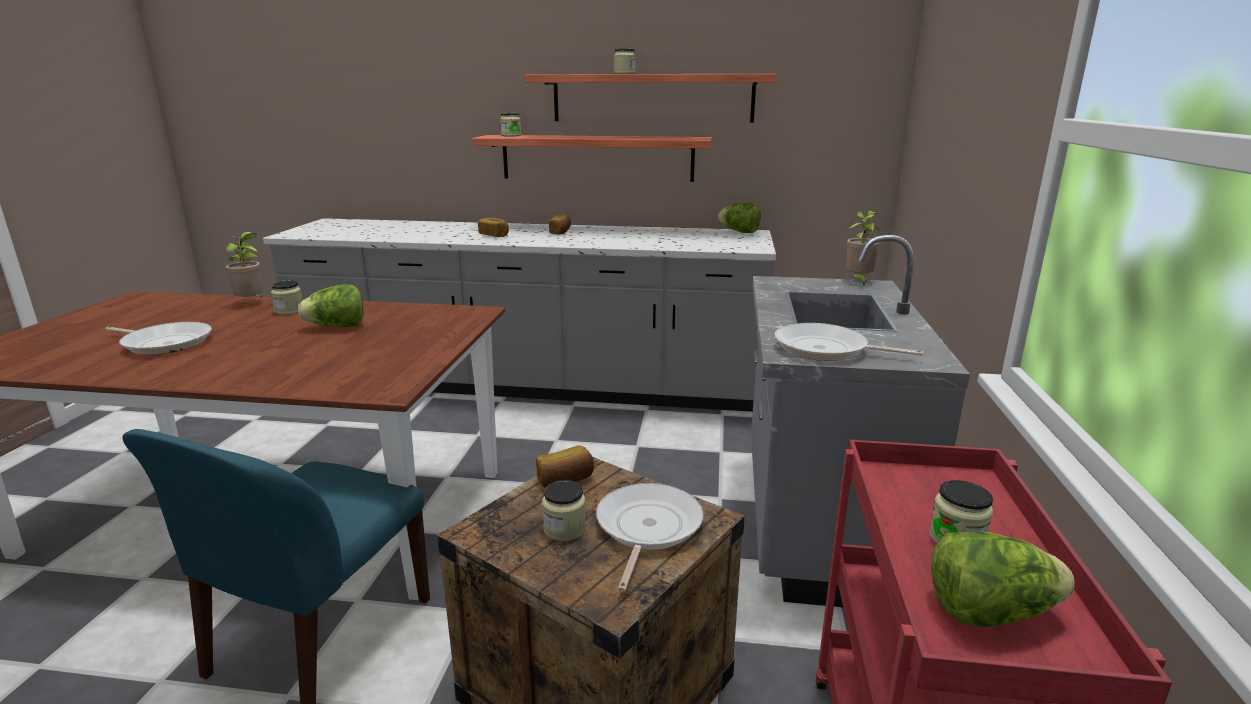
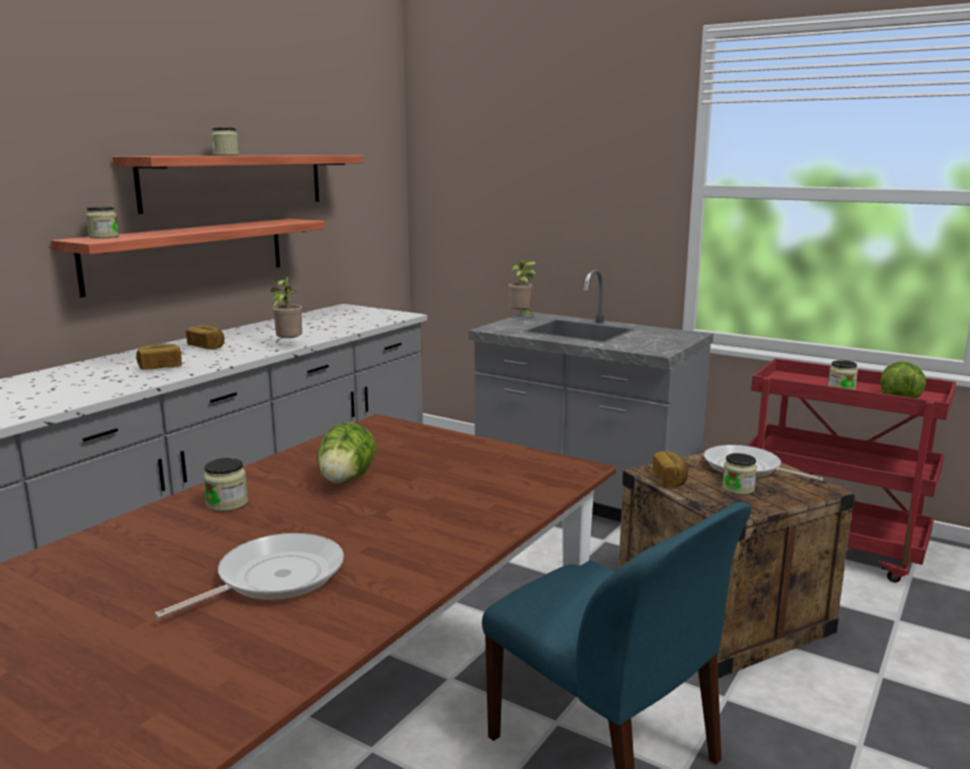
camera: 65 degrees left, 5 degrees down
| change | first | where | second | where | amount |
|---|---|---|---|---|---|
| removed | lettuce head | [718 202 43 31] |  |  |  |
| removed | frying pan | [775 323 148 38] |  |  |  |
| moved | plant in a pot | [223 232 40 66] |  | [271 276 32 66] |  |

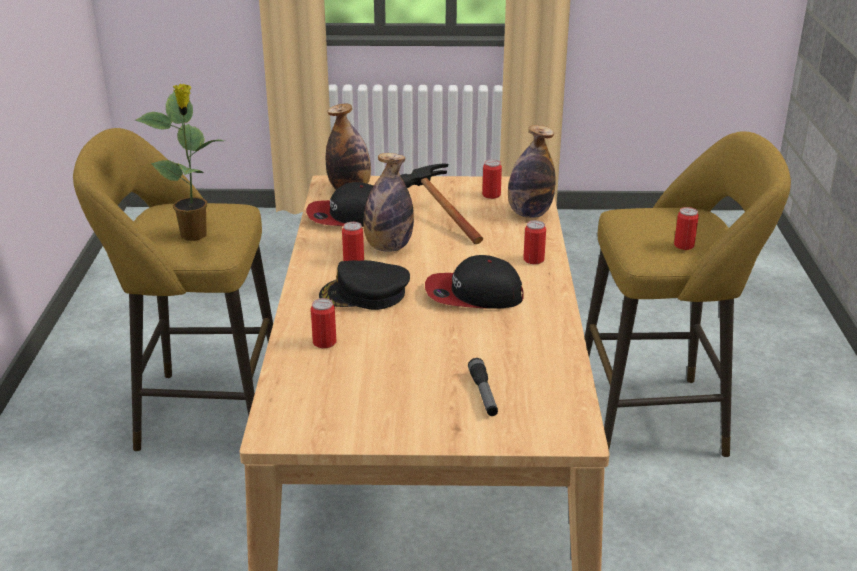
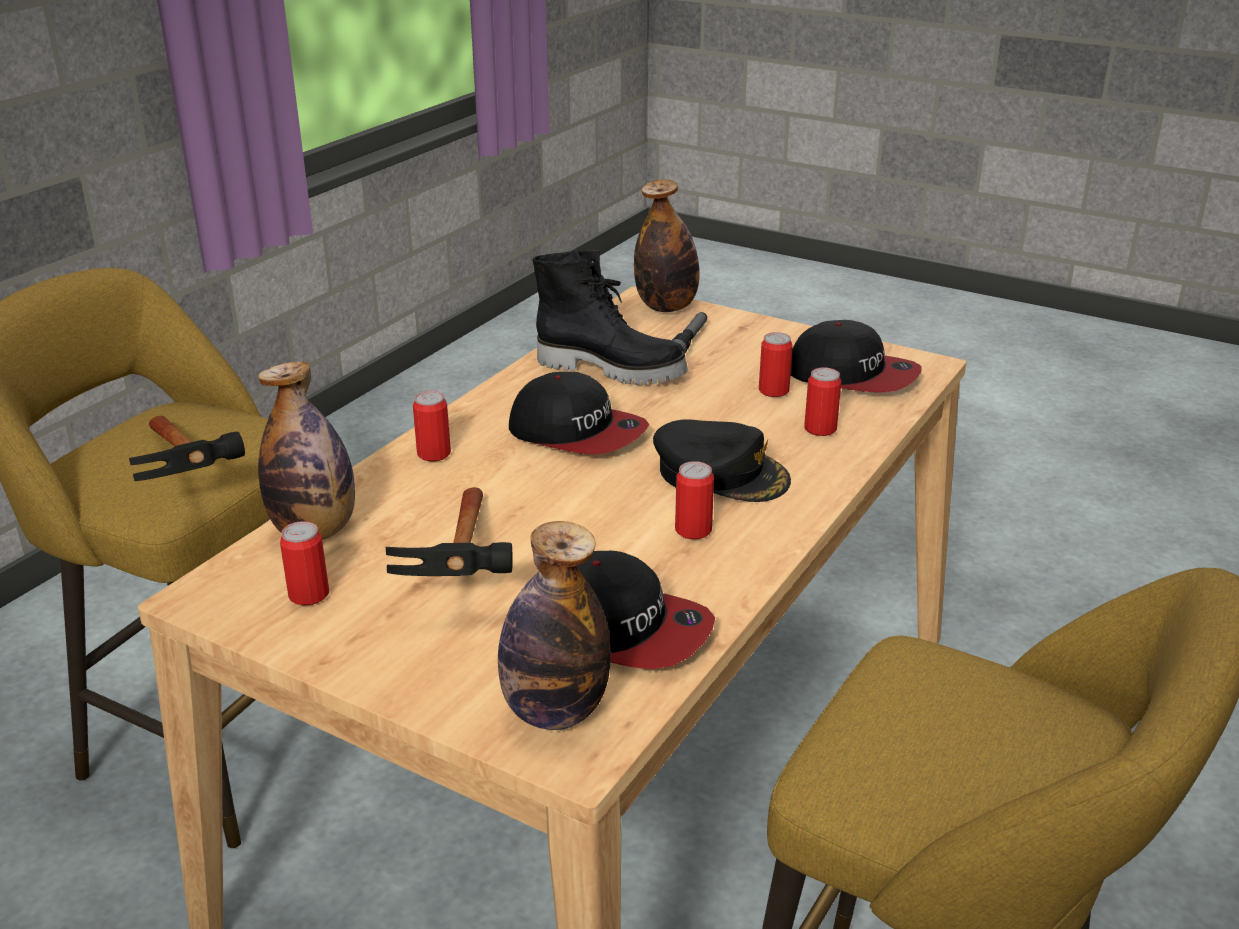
camera: 150 degrees left, 0 degrees up
| change | first | where | second | where | amount |
|---|---|---|---|---|---|
| removed | plant in a pot | [135 83 88 158] |  |  |  |
| added |  |  | hammer | [129 416 116 65] |  |
| added |  |  | black boot | [532 250 156 135] |  |
| added |  |  | cap | [791 320 131 72] |  |
| moved | bottle | [363 153 51 99] |  | [634 179 66 133] |  |
| moved | can | [674 207 25 43] |  | [759 332 34 65] |  |

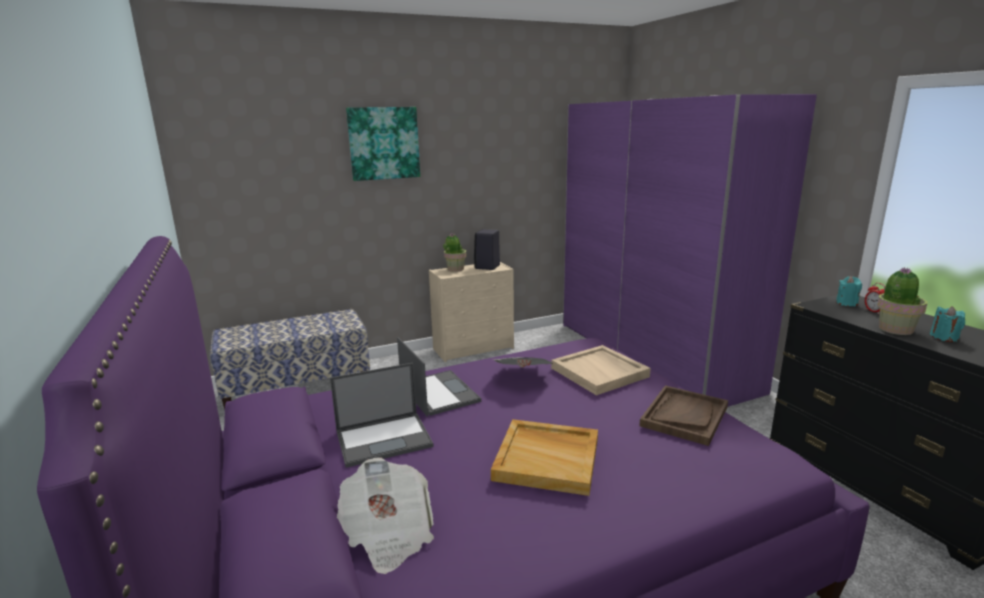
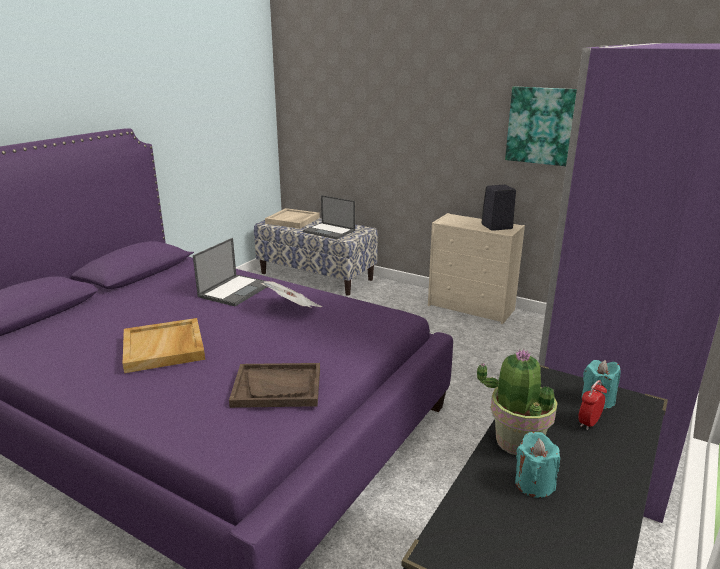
camera: 55 degrees right, 5 degrees up
| change | first | where | second | where | amount |
|---|---|---|---|---|---|
| removed | printed paper | [337 457 97 117] |  |  |  |
| removed | plant in a pot | [443 234 23 38] |  |  |  |
| moved | laptop | [330 363 104 105] |  | [303 195 52 44] |  |
| moved | wall art | [346 107 74 74] |  | [505 87 72 79] |  |
| moved | beige tray | [551 345 100 51] |  | [265 208 55 21] |  |

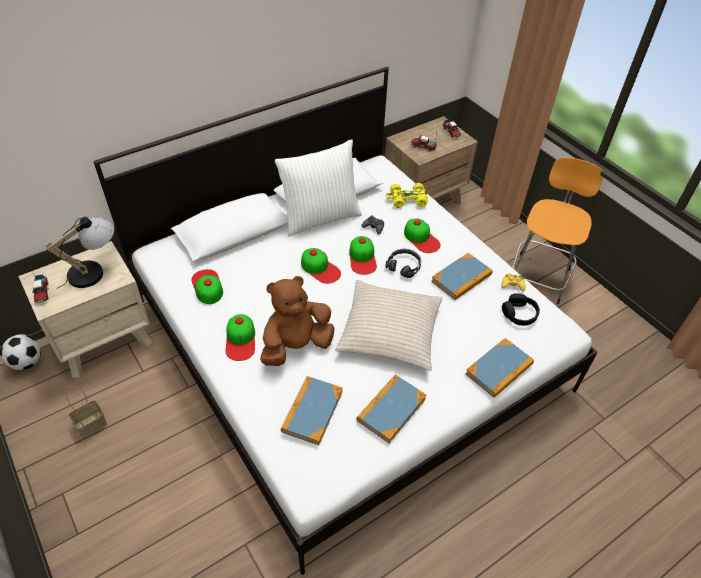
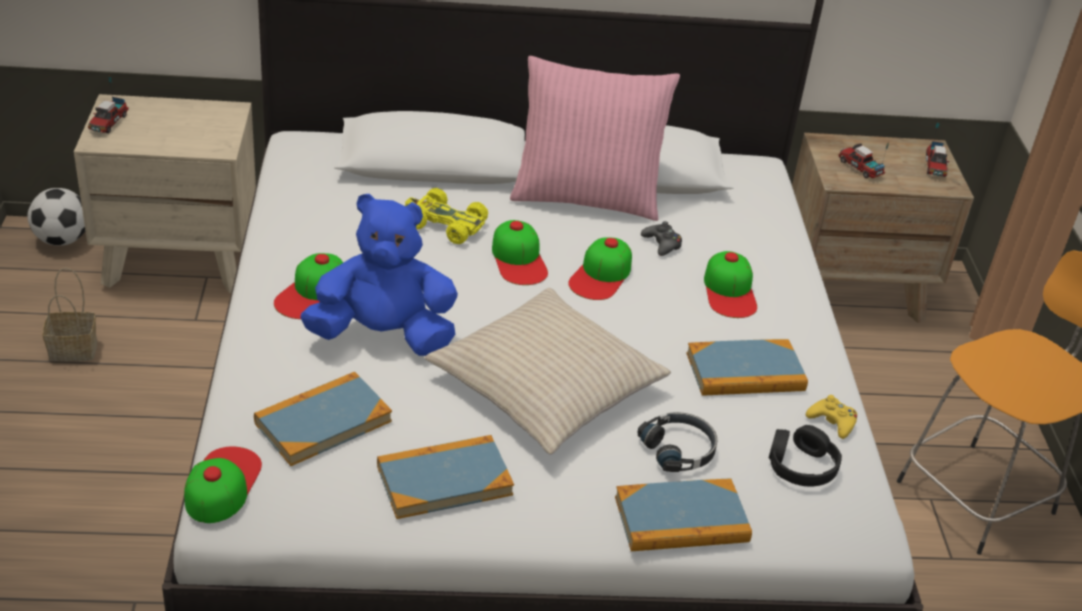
camera: 30 degrees right, 10 degrees down
| change | first | where | second | where | amount |
|---|---|---|---|---|---|
| removed | lamp for a table | [46 217 68 72] |  |  |  |
| moved | cap | [192 269 31 35] |  | [184 446 78 77] |  |
| moved | black headset | [385 249 36 29] |  | [637 412 80 60] |  |
| moved | yellow miniature car | [386 183 42 25] |  | [405 188 83 56] |  |
| recoloured | brown plush toy | [260 276 75 90] | blue plush toy | [300 194 158 162] |  |
| recoloured | whitish pillow | [275 139 87 98] | pink-coloured pillow | [510 56 170 165] |  |

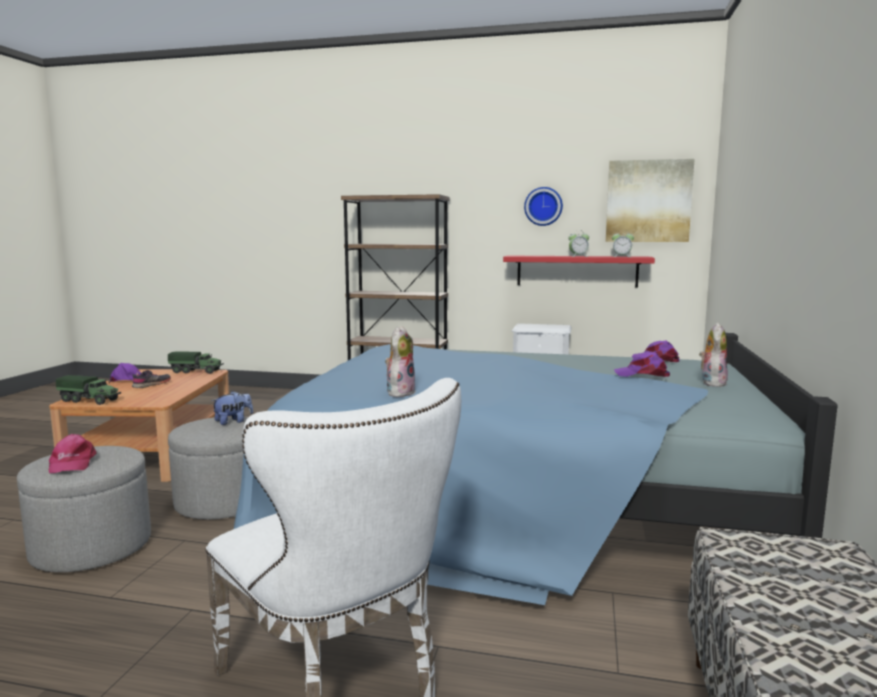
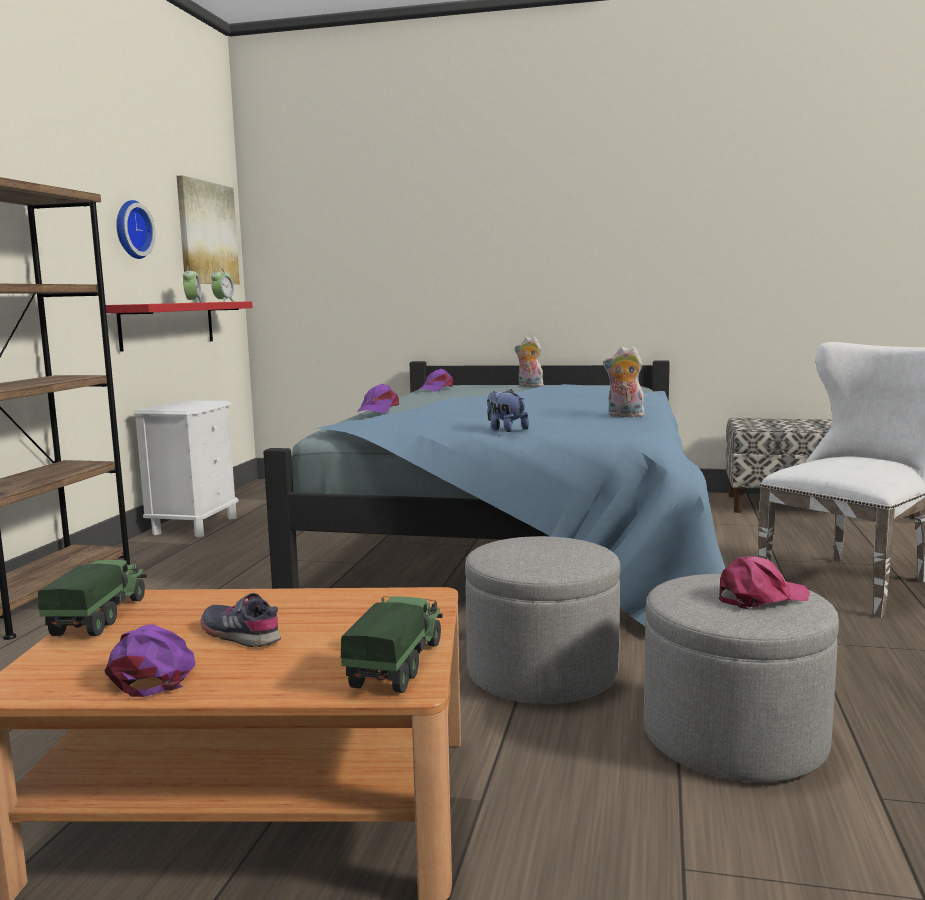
camera: 90 degrees left, 0 degrees up
| change | first | where | second | where | amount |
|---|---|---|---|---|---|
| moved | plush toy | [211 391 42 34] |  | [487 389 42 43] |  |
| moved | purple-coloured cap | [614 352 56 25] |  | [357 384 42 29] |  |

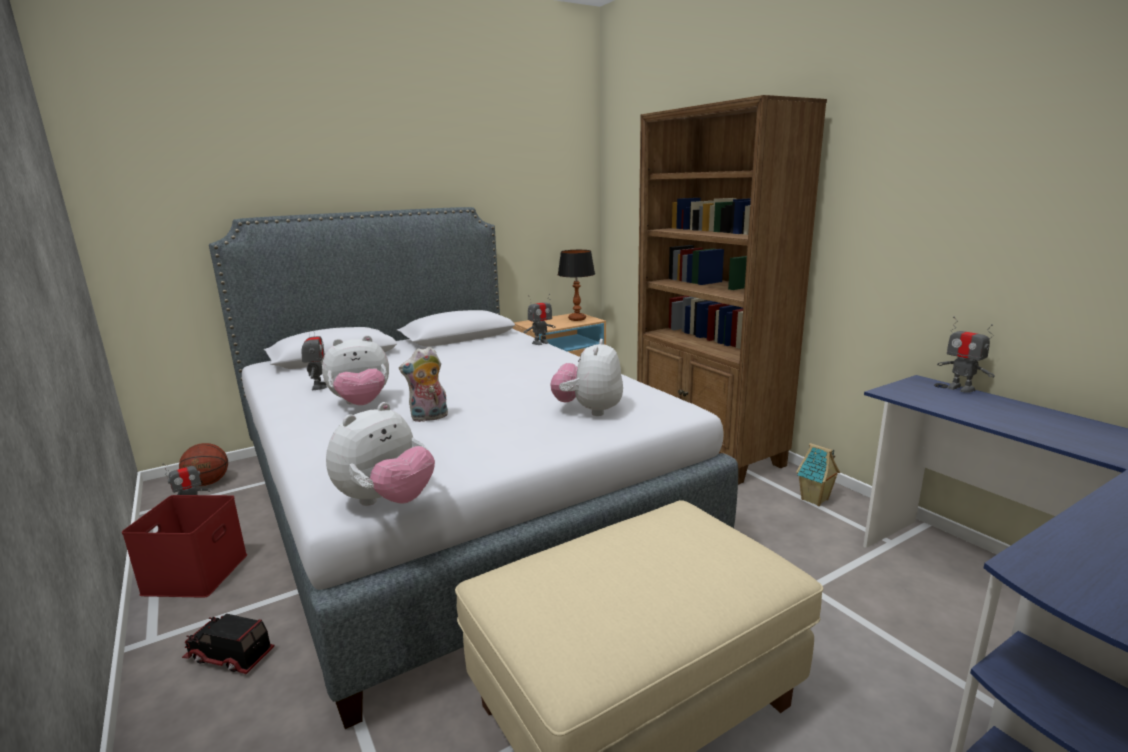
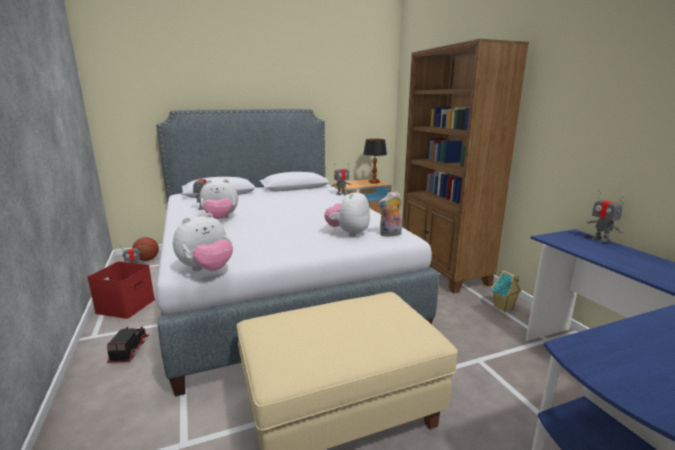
camera: 10 degrees right, 0 degrees up
| change | first | where | second | where | amount |
|---|---|---|---|---|---|
| moved | plush toy | [399 346 49 76] |  | [378 191 24 46] |  |
| turned | toy lorry | [182 614 93 60] |  | [107 326 42 37] | 60 degrees clockwise |

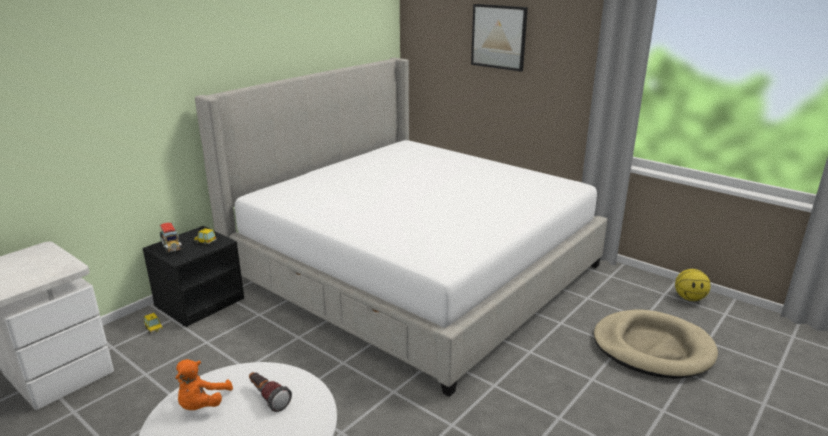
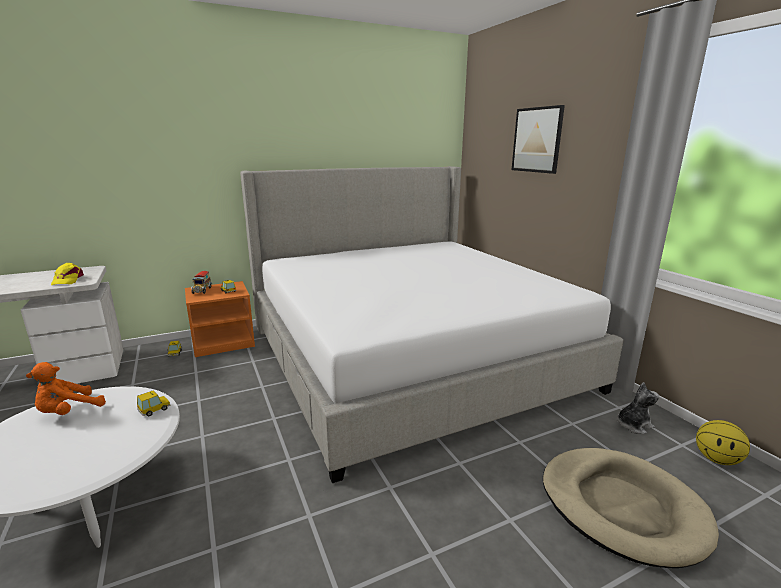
camera: 25 degrees right, 5 degrees down
| change | first | where | second | where | amount |
|---|---|---|---|---|---|
| removed | torch | [249 372 43 40] |  |  |  |
| added |  |  | yellow cap | [51 263 33 22] |  |
| added |  |  | miniature car | [137 390 33 26] |  |
| added |  |  | plush toy | [617 382 42 52] |  |
| recoloured | black night table | [142 226 102 101] | orange night table | [185 281 70 76] |  |

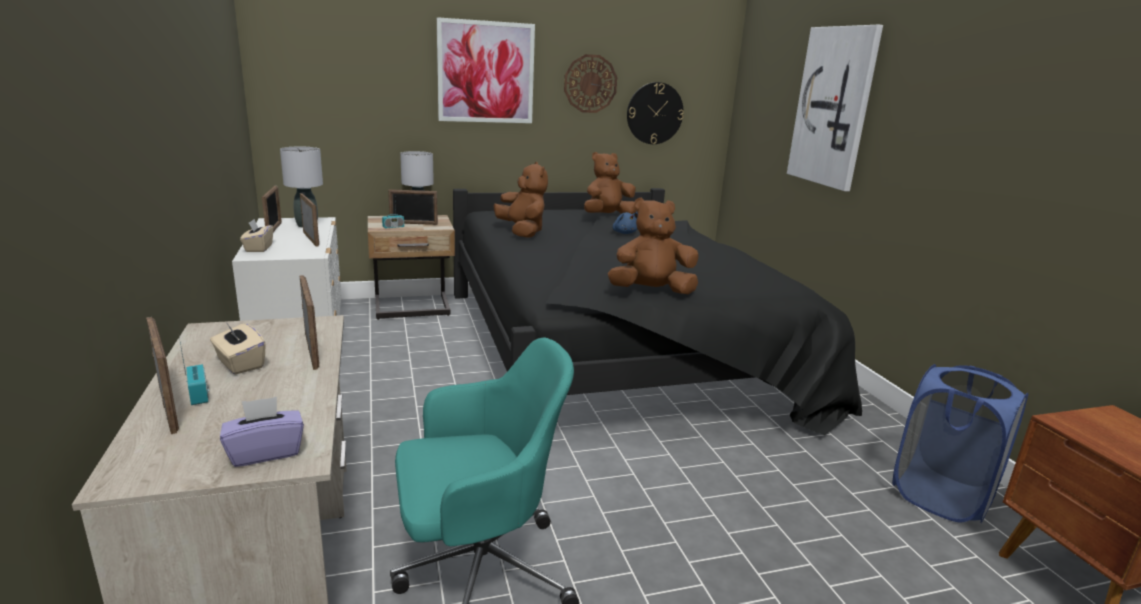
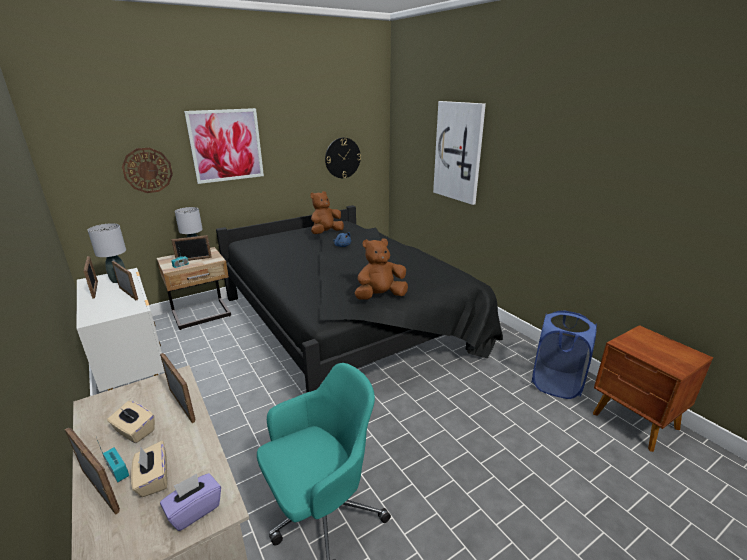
camera: 15 degrees left, 5 degrees up
| change | first | where | second | where | amount |
|---|---|---|---|---|---|
| removed | brown plush toy | [494 162 54 76] |  |  |  |
| moved | beige tissue holder | [240 219 33 33] |  | [131 441 37 56] |  |
| moved | hanging clock | [564 54 53 59] |  | [122 148 51 45] |  |

